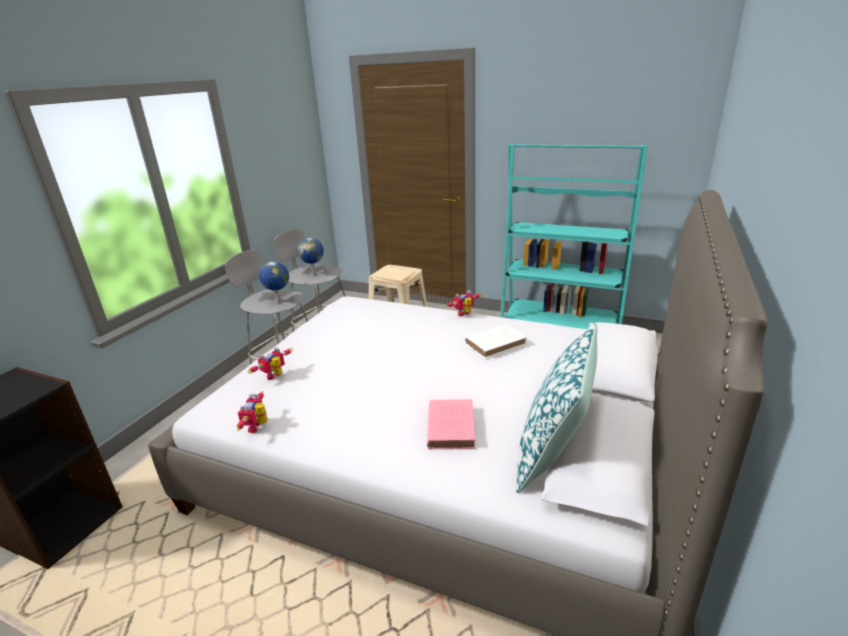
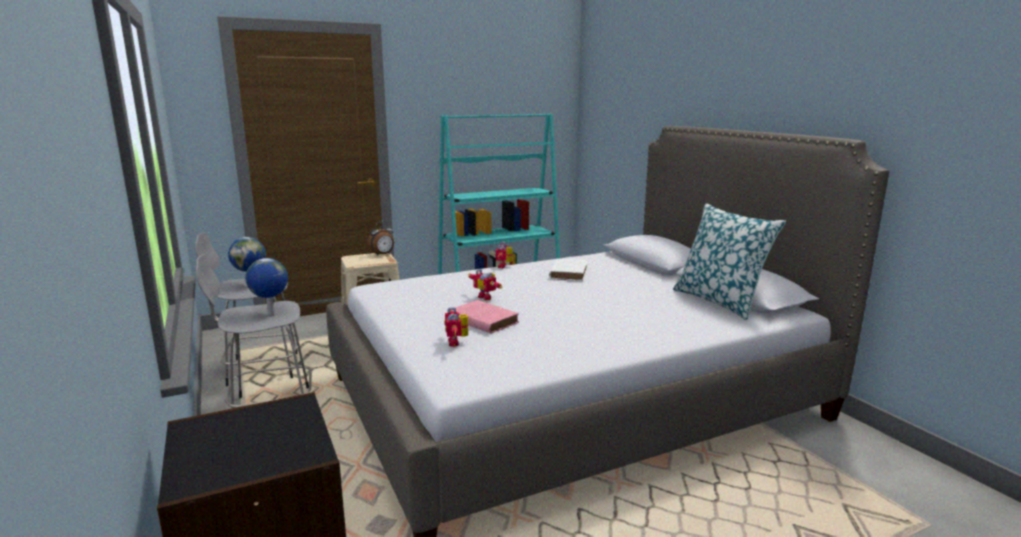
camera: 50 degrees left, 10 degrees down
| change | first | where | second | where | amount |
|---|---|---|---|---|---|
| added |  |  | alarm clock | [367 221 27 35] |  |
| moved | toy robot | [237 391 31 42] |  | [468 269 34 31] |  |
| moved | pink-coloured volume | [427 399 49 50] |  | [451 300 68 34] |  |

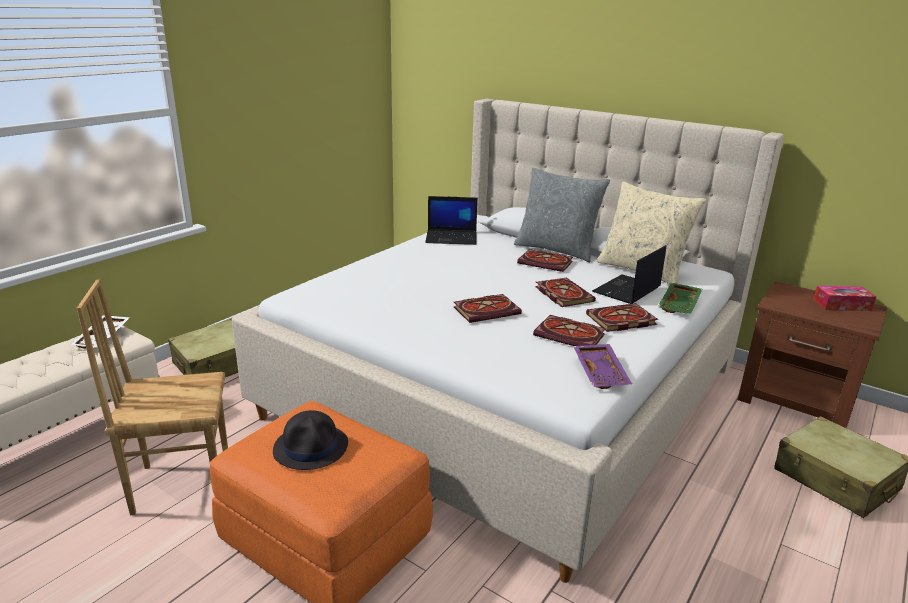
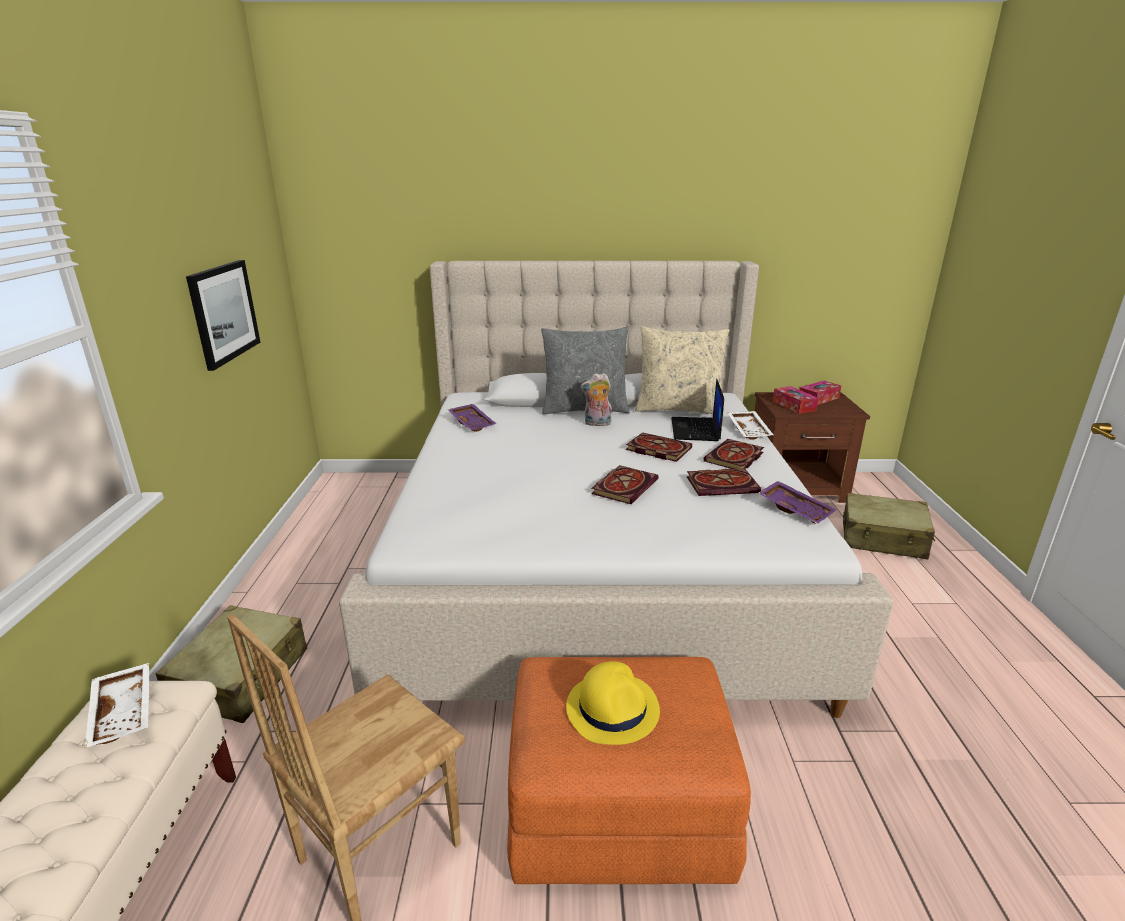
camera: 35 degrees left, 0 degrees up
| change | first | where | second | where | amount |
|---|---|---|---|---|---|
| added |  |  | wall art | [186 260 74 111] |  |
| added |  |  | tissue holder | [773 386 45 28] |  |
| replaced | laptop | [425 196 53 49] | purple-coloured tray | [448 404 49 28] |  |
| replaced | volume | [517 249 56 23] | plush toy | [581 373 31 53] |  |
| recoloured | black hat | [273 410 75 60] | yellow hat | [566 661 94 84] |  |
| recoloured | green tray | [658 283 44 31] | whitish tray | [728 411 46 29] |  |

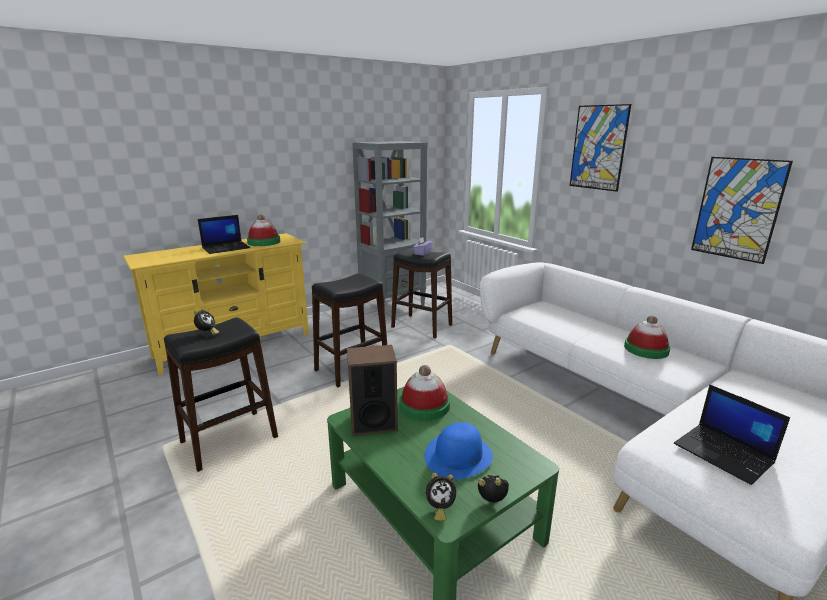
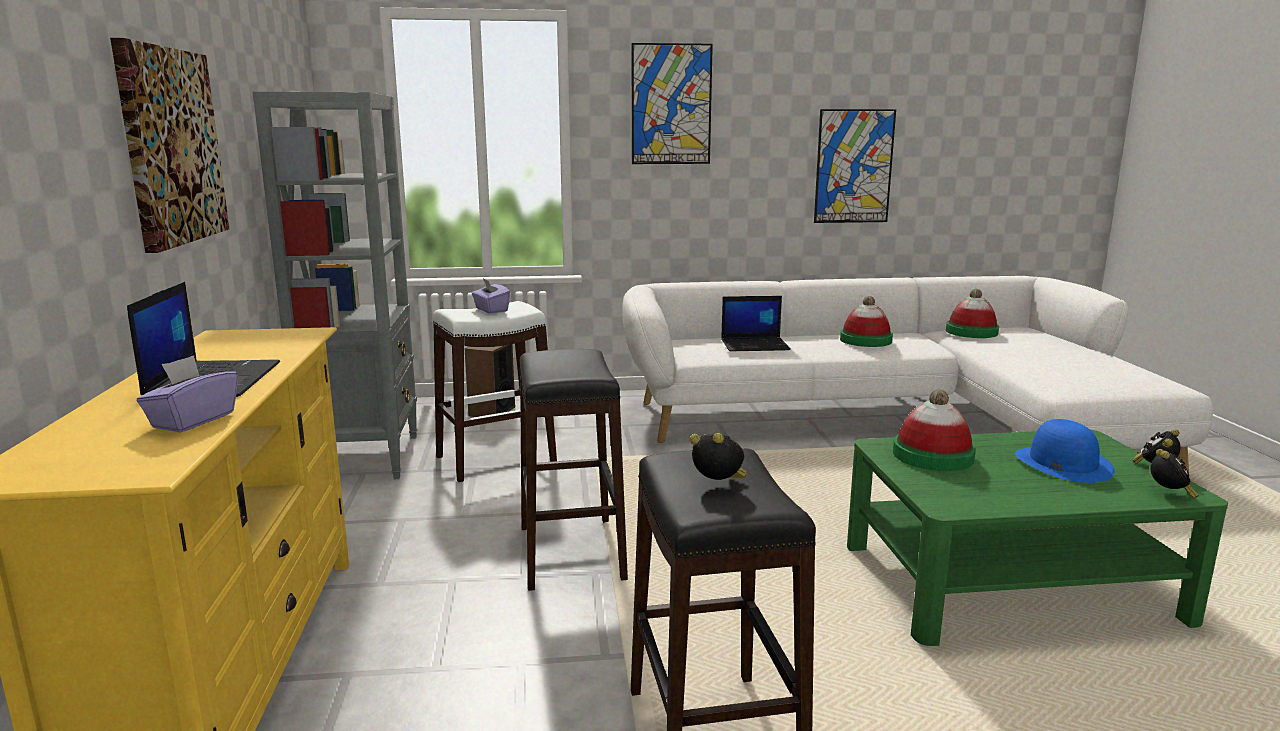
camera: 60 degrees left, 5 degrees down
| change | first | where | second | where | amount |
|---|---|---|---|---|---|
| added |  |  | wall art | [110 38 119 215] |  |
| added |  |  | purple-coloured tissue holder | [137 355 101 77] |  |
| moved | hat | [247 214 33 32] |  | [946 289 53 49] |  |
| moved | speaker | [347 345 51 91] |  | [465 344 50 73] |  |
| moved | laptop | [674 385 116 100] |  | [721 296 70 55] |  |
| recoloured | black stool | [391 247 61 91] | whitish stool | [433 301 124 181] |  |

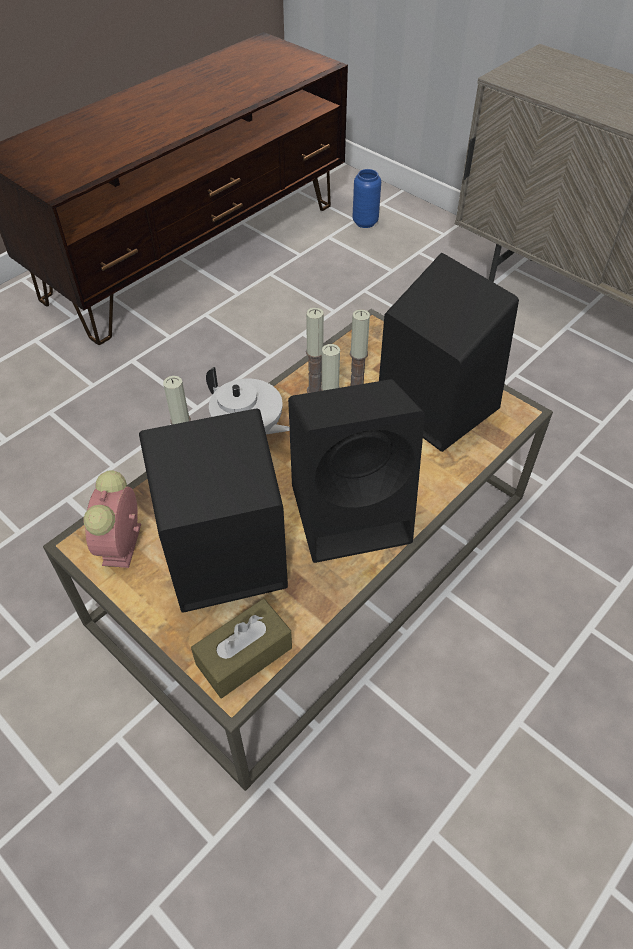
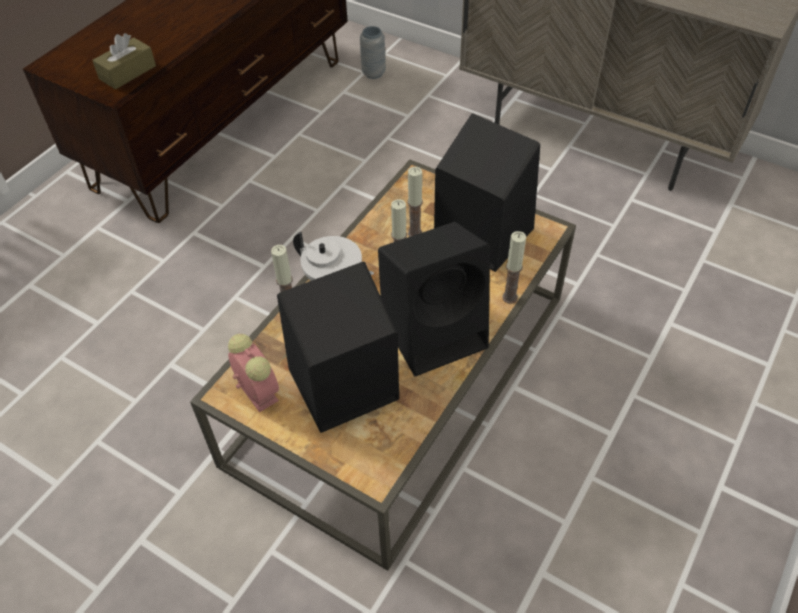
camera: 10 degrees left, 0 degrees up
| change | first | where | second | where | amount |
|---|---|---|---|---|---|
| moved | brown tissue holder | [191 599 101 99] |  | [92 33 64 56] |  |
| moved | candle | [306 308 18 85] |  | [502 231 24 73] |  |
| recoloured | blue vase | [352 169 29 59] | grey vase | [360 26 26 53] |  |
| turned | alarm clock | [83 470 58 98] |  | [228 334 51 78] | 150 degrees clockwise |

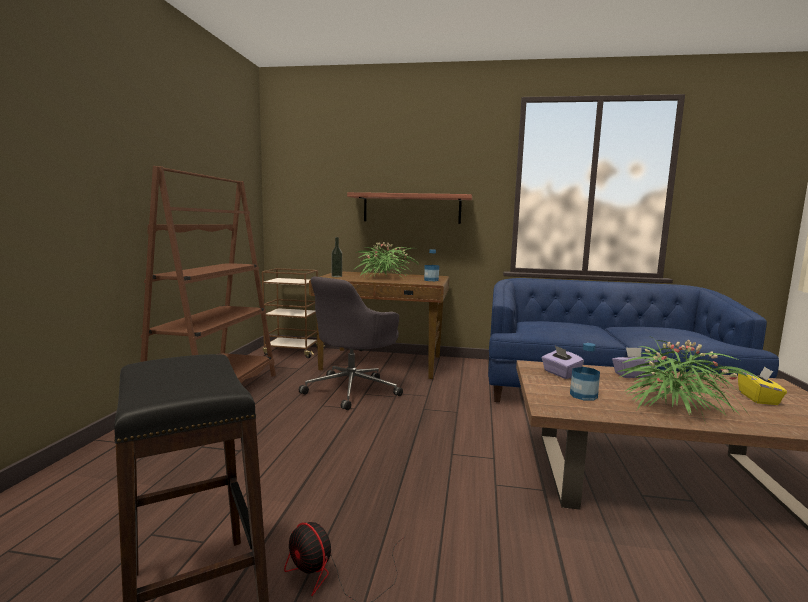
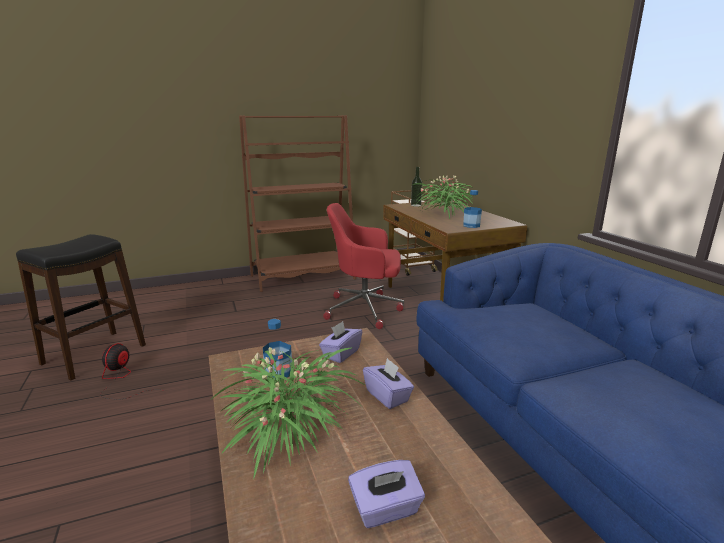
camera: 60 degrees right, 10 degrees up
| change | first | where | second | where | amount |
|---|---|---|---|---|---|
| removed | bracket shelf | [347 192 125 32] |  |  |  |
| recoloured | grey desk chair | [299 276 104 134] | red desk chair | [323 203 81 126] |  |
| recoloured | yellow tissue holder | [738 367 49 38] | purple-coloured tissue holder | [348 460 77 68] |  |

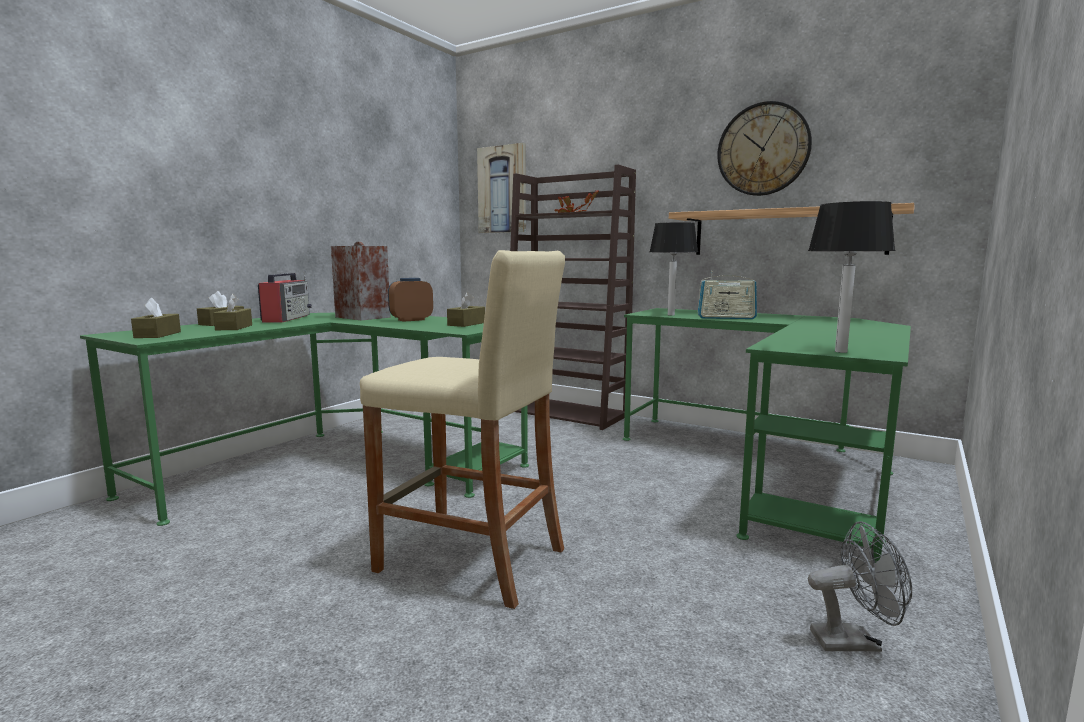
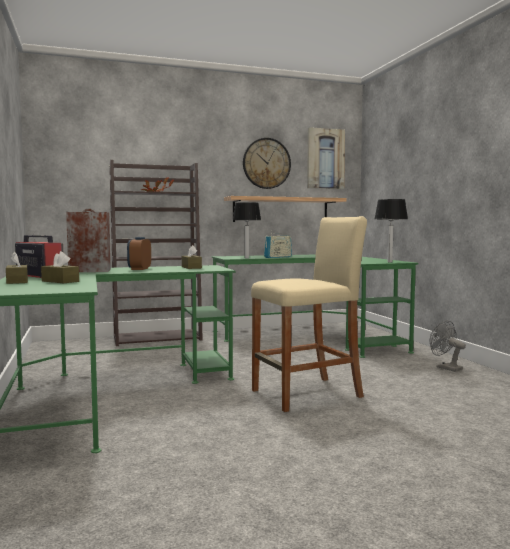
camera: 50 degrees left, 5 degrees down
| change | first | where | second | where | amount |
|---|---|---|---|---|---|
| removed | brown tissue holder | [131 298 50 40] |  |  |  |
| moved | wall art | [477 143 49 90] |  | [307 127 38 62] |  |
| turned | grey electric fan | [808 521 104 131] |  | [430 320 36 52] | 75 degrees counterclockwise |

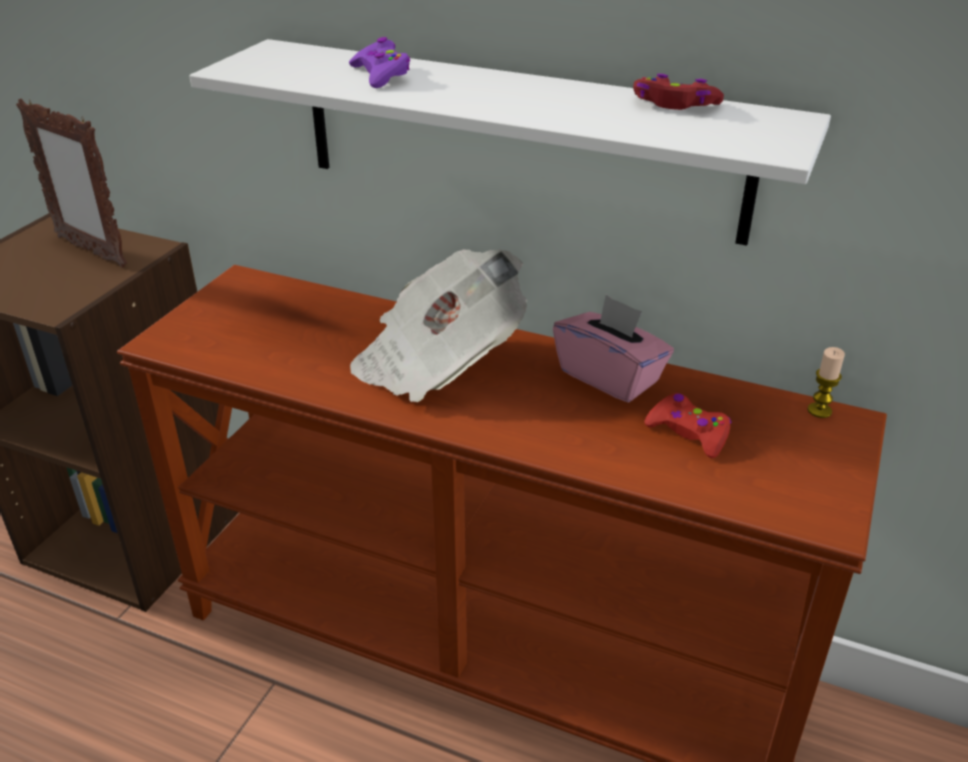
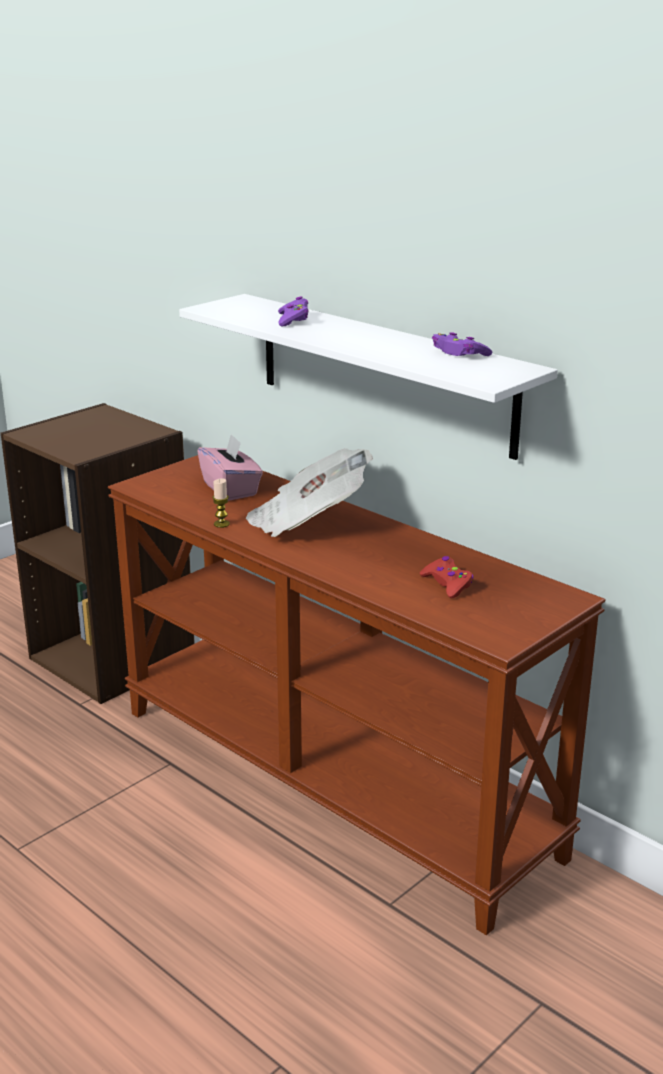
camera: 20 degrees right, 10 degrees down
| change | first | where | second | where | amount |
|---|---|---|---|---|---|
| removed | picture frame | [16 99 111 169] |  |  |  |
| moved | pink-coloured tissue holder | [553 295 121 107] |  | [197 434 66 67] |  |
| moved | candle | [807 347 38 71] |  | [212 478 18 50] |  |
| recoloured | red joypad | [633 74 91 36] | purple-coloured joypad | [432 332 60 24] |  |

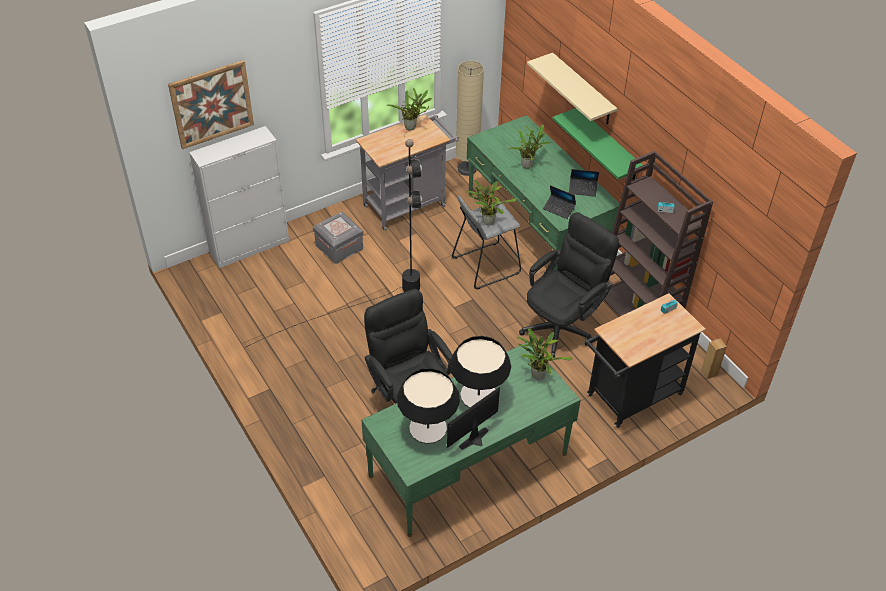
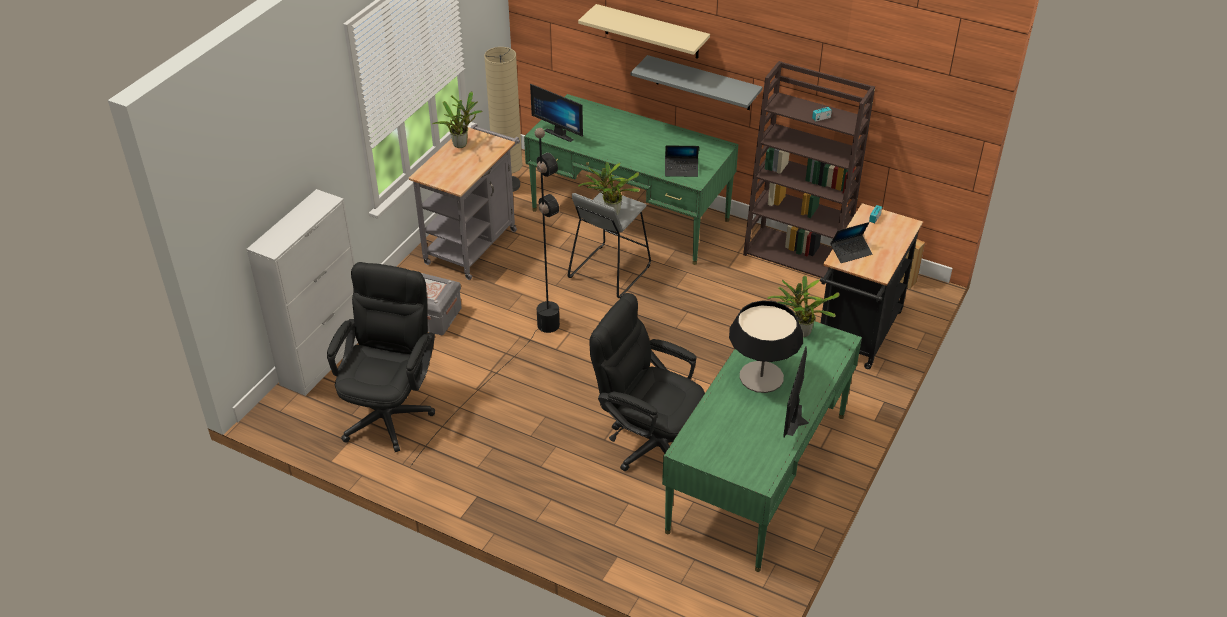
camera: 30 degrees left, 5 degrees down
| change | first | where | second | where | amount |
|---|---|---|---|---|---|
| removed | wall art | [168 60 86 89] |  |  |  |
| removed | lamp for a table | [397 368 63 76] |  |  |  |
| removed | plant in a pot | [509 125 41 44] |  |  |  |
| added |  |  | computer screen | [530 84 53 58] |  |
| moved | black desk chair | [519 212 100 146] |  | [327 262 108 190] |  |
| moved | laptop | [569 169 30 28] |  | [831 222 41 41] |  |
| recoloured | green bracket shelf | [553 108 90 72] | grey bracket shelf | [630 55 133 55] |  |

